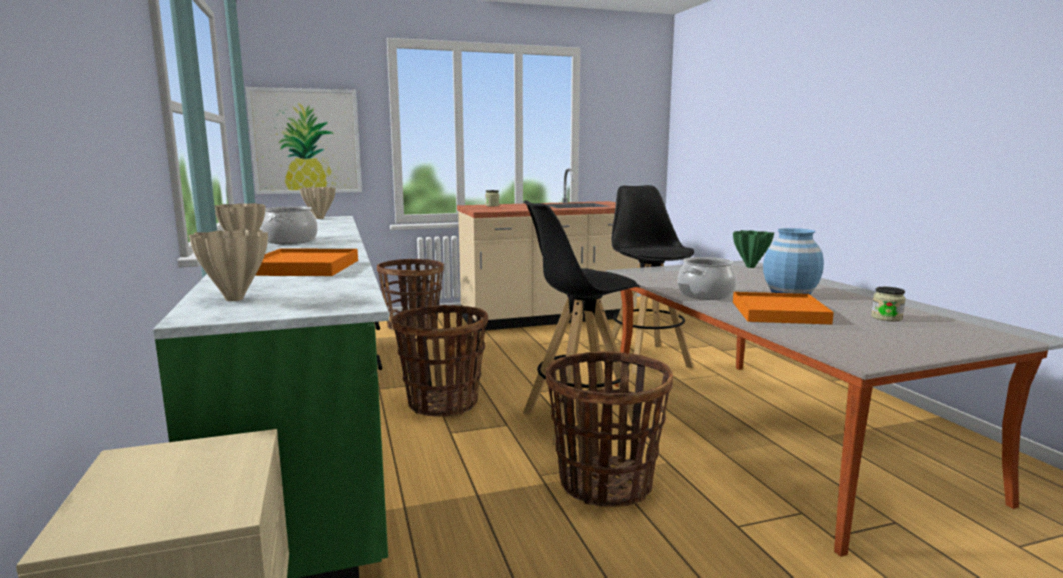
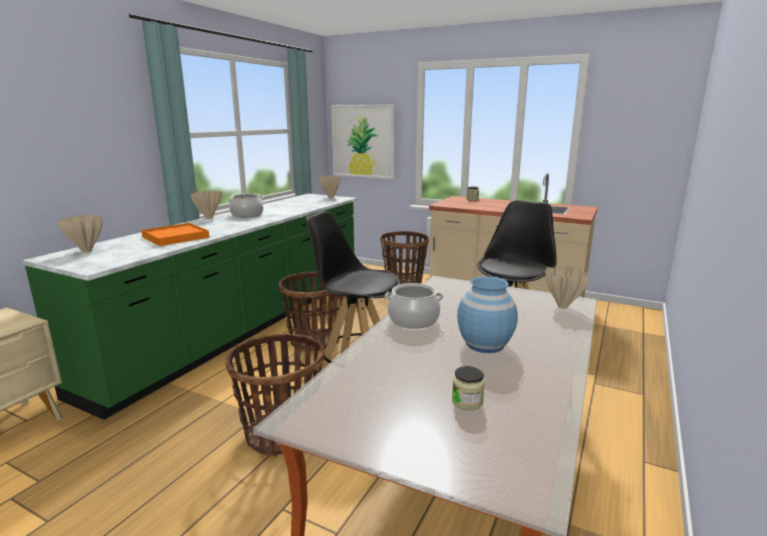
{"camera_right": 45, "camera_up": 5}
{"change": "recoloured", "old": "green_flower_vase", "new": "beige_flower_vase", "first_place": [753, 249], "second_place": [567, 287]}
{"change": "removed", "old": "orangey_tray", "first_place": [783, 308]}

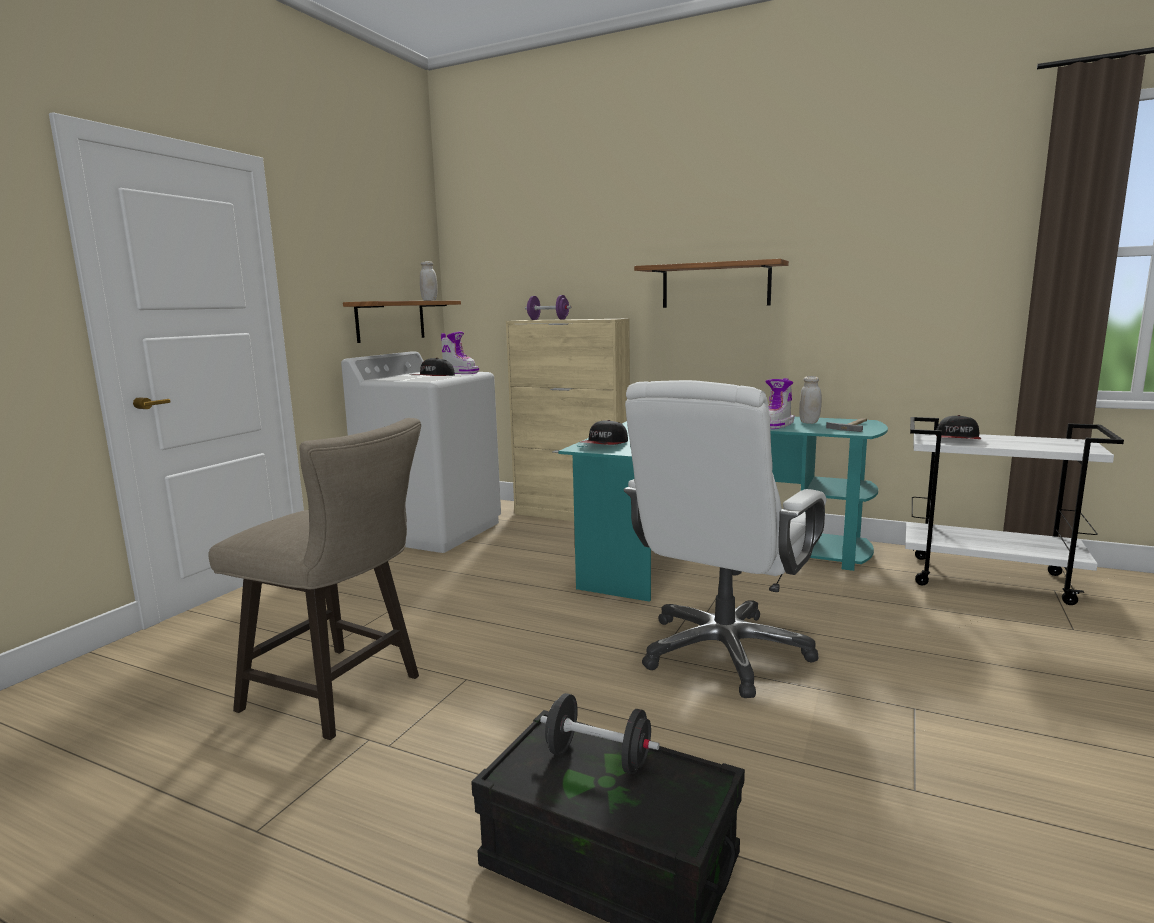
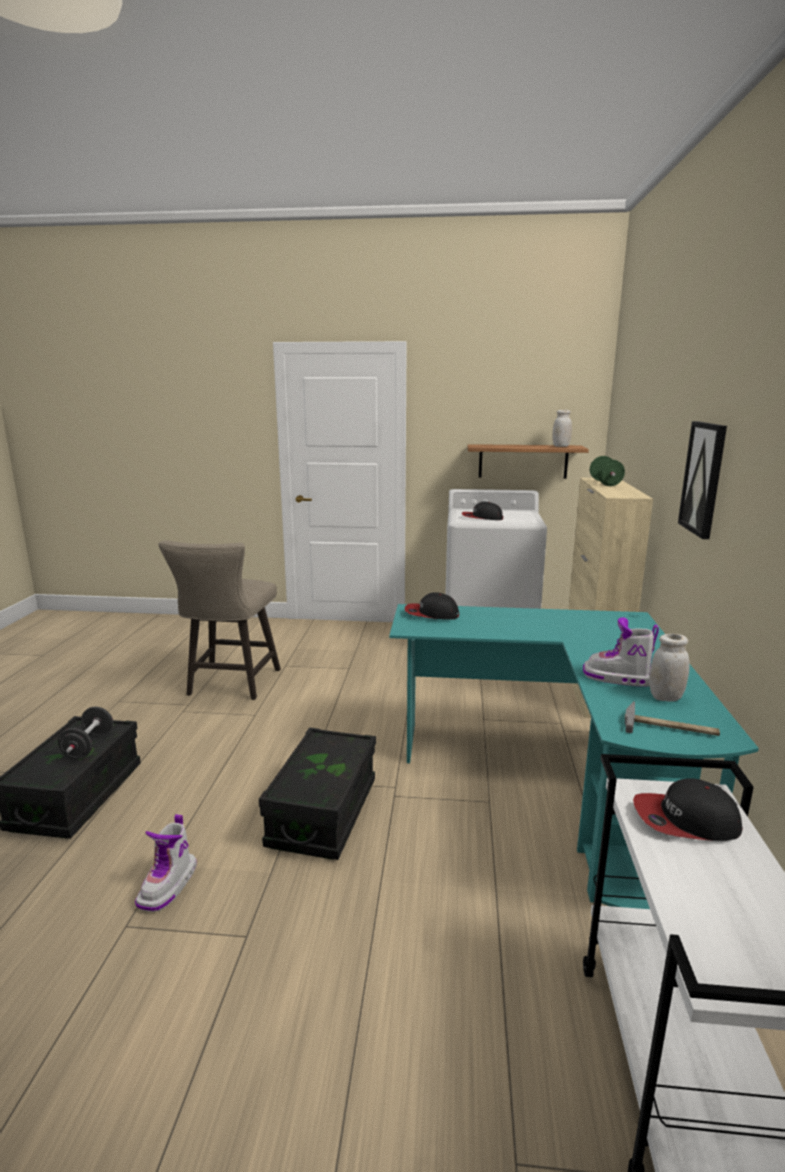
{"camera_right": 70, "camera_up": 5}
{"change": "moved", "old": "high-top_boot", "first_place": [460, 353], "second_place": [166, 863]}
{"change": "recoloured", "old": "purplish_dumbbell", "new": "green_dumbbell", "first_place": [548, 307], "second_place": [607, 471]}
{"change": "replaced", "old": "white-coloured_office_chair", "new": "black_storage_bin", "first_place": [724, 539], "second_place": [317, 793]}
{"change": "replaced", "old": "bracket_shelf", "new": "wall_picture", "first_place": [711, 283], "second_place": [702, 480]}

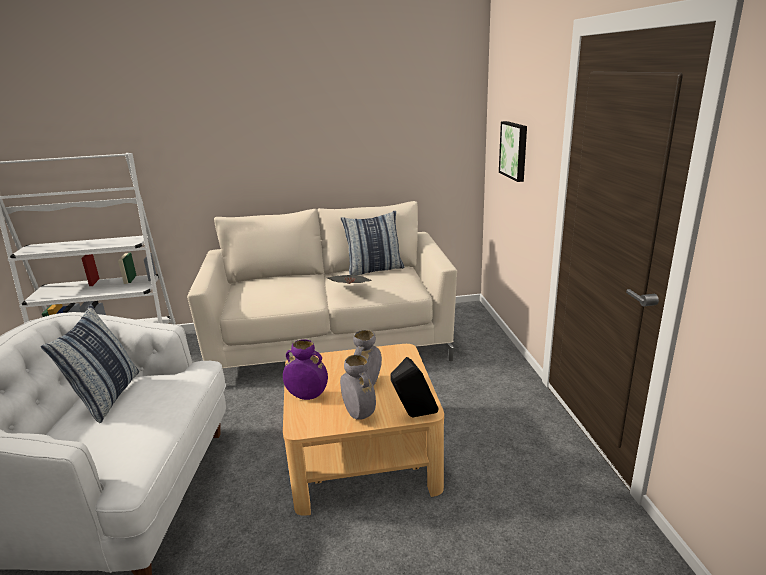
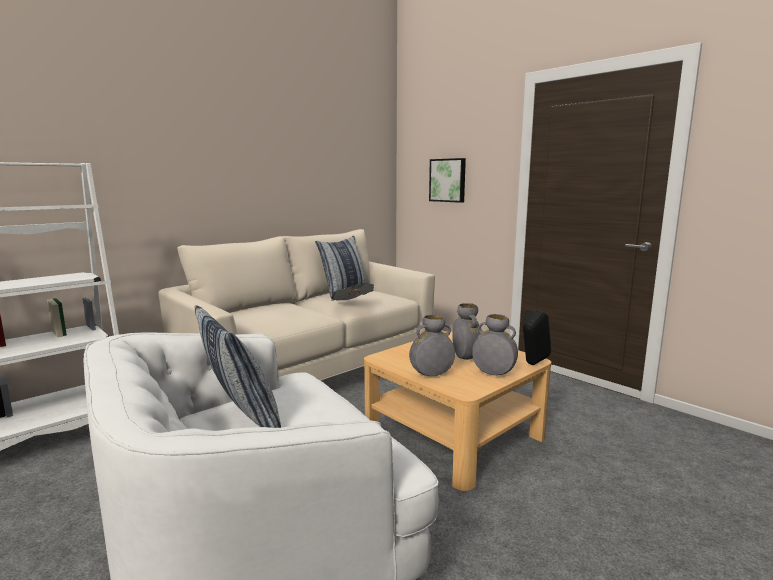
{"camera_right": -35, "camera_up": -10}
{"change": "recoloured", "old": "purplish_flower_vase", "new": "greyish_flower_vase", "first_place": [305, 369], "second_place": [432, 345]}

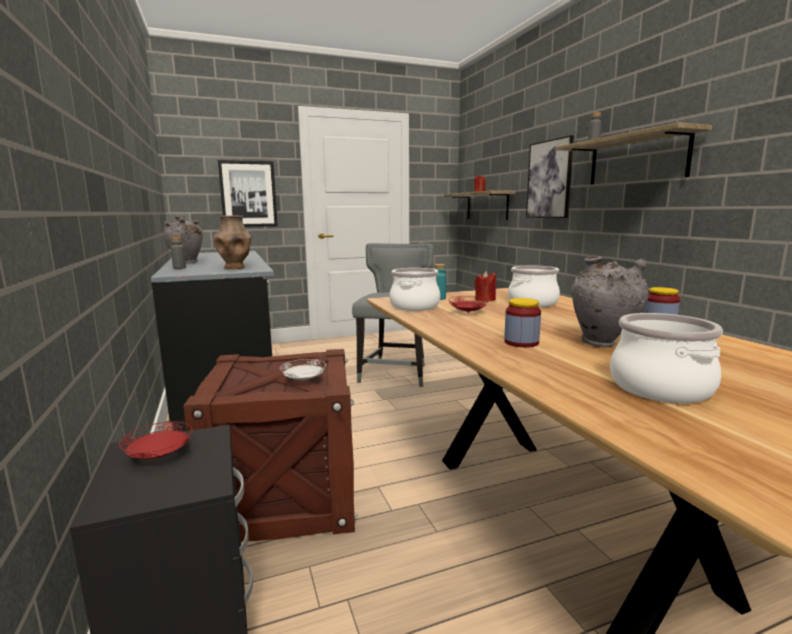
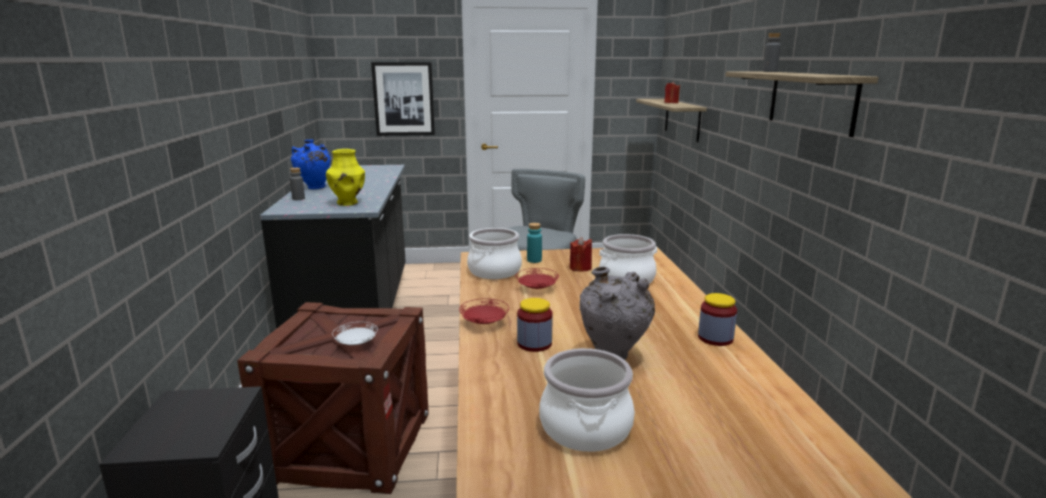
{"camera_right": 15, "camera_up": 5}
{"change": "moved", "old": "red_dinner_plate", "first_place": [155, 440], "second_place": [484, 311]}
{"change": "recoloured", "old": "greyish_flower_vase", "new": "bluish_flower_vase", "first_place": [183, 240], "second_place": [311, 164]}
{"change": "recoloured", "old": "brown-coloured_flower_vase", "new": "yellow-coloured_flower_vase", "first_place": [232, 242], "second_place": [345, 177]}
{"change": "removed", "old": "wall_picture", "first_place": [550, 176]}

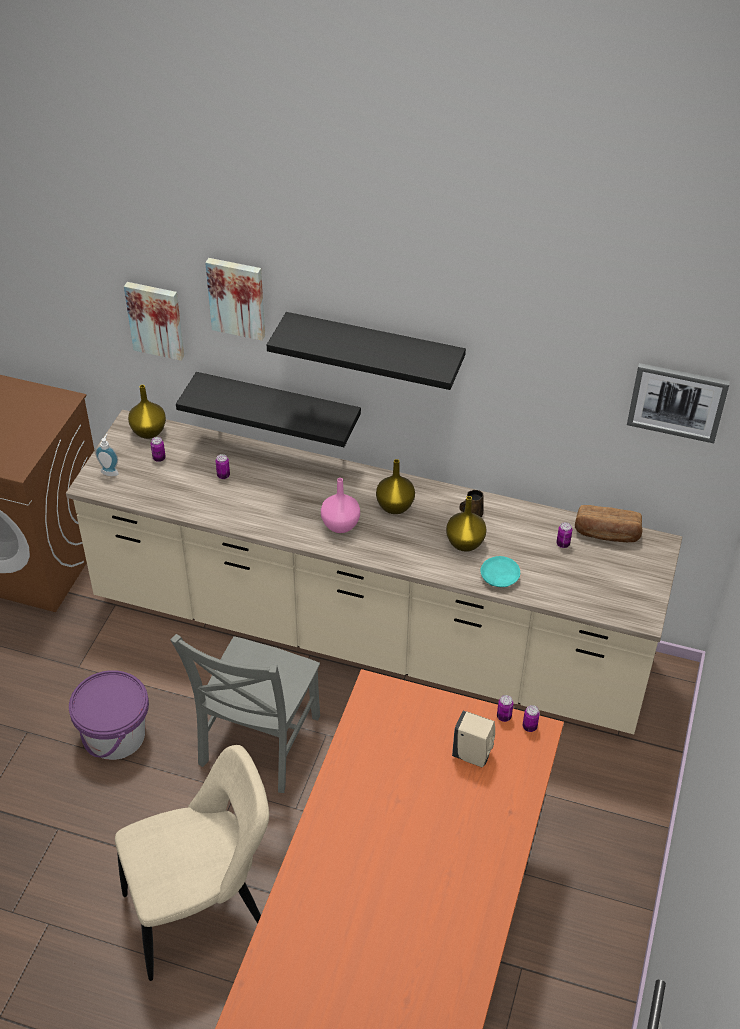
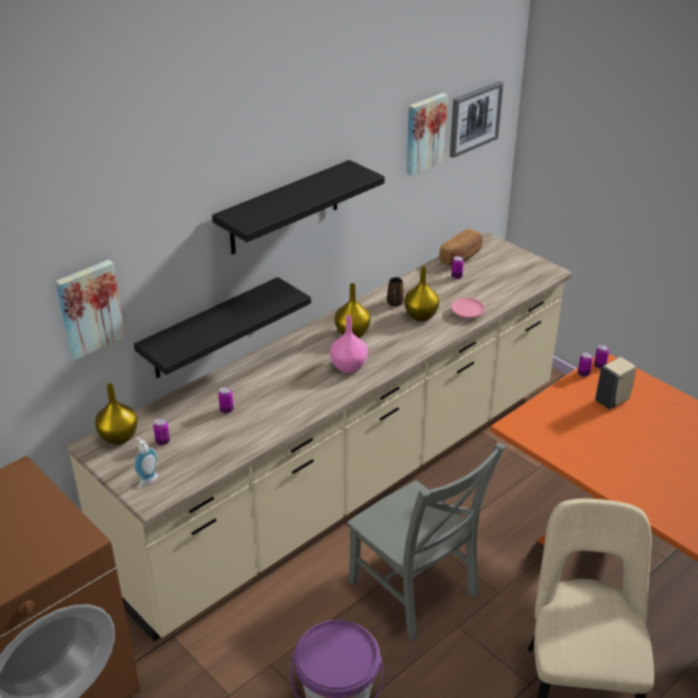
{"camera_right": -60, "camera_up": -10}
{"change": "moved", "old": "wall_picture", "first_place": [235, 299], "second_place": [427, 134]}
{"change": "recoloured", "old": "turquoise-coloured_dinner_plate", "new": "pink_dinner_plate", "first_place": [500, 571], "second_place": [468, 308]}

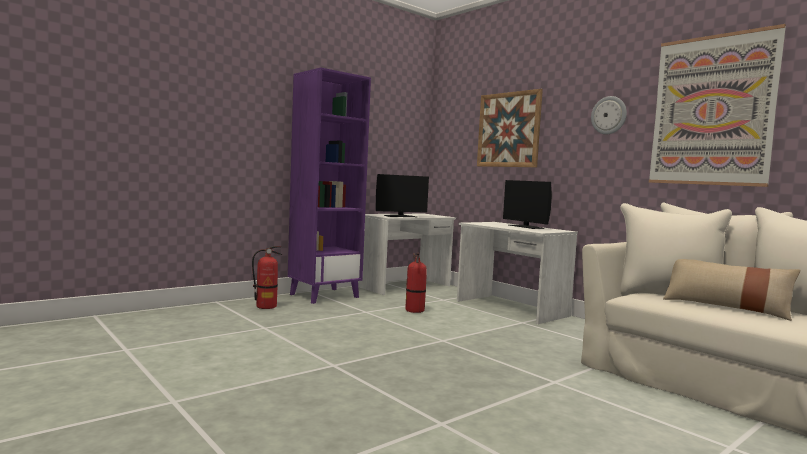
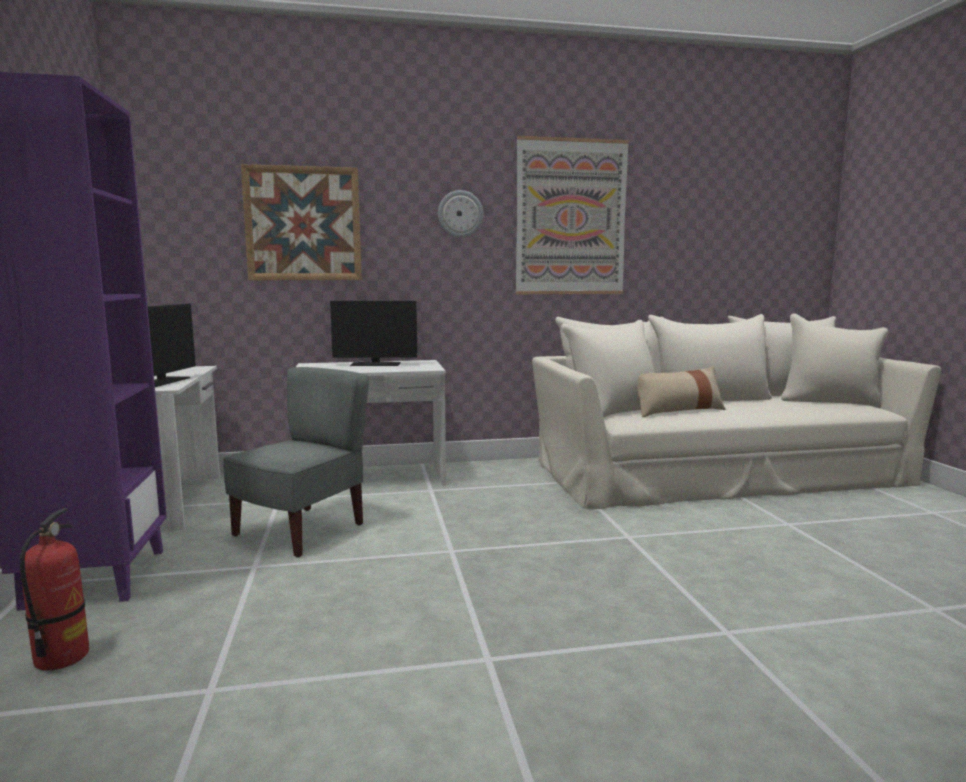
{"camera_right": -60, "camera_up": 5}
{"change": "replaced", "old": "fire_extinguisher", "new": "greyish_plain_chair", "first_place": [416, 282], "second_place": [296, 462]}

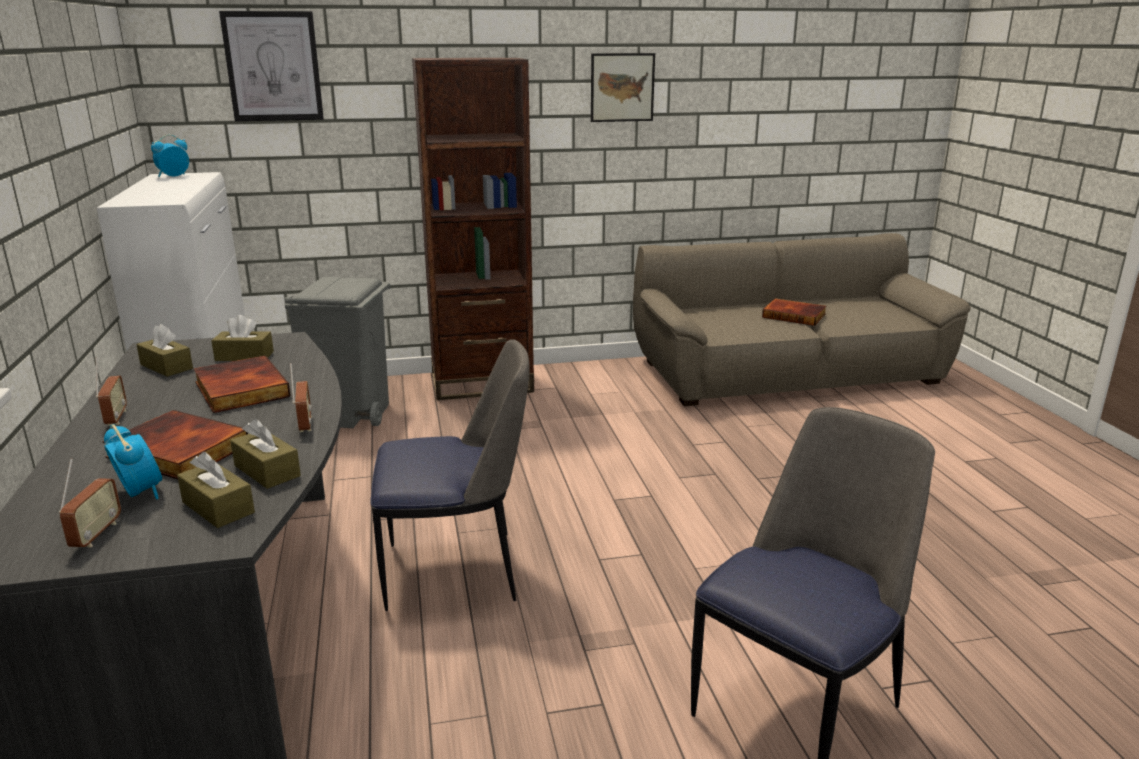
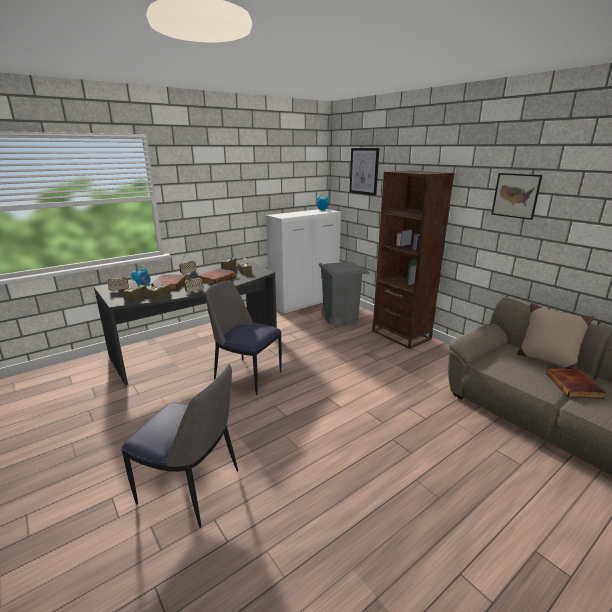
{"camera_right": 65, "camera_up": 0}
{"change": "turned", "old": "plain_chair", "first_place": [450, 475], "second_place": [243, 338], "degrees": 150}
{"change": "added", "new": "beige_throw_pillow", "second_place": [555, 336]}

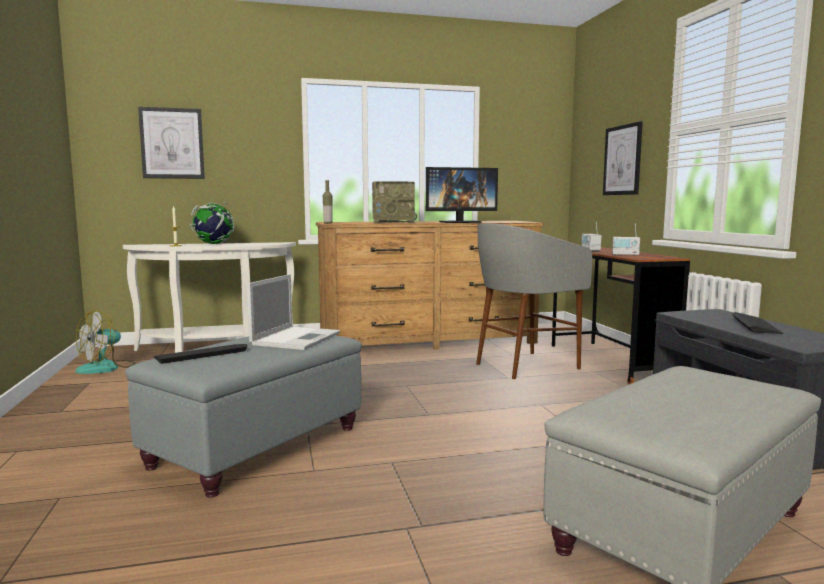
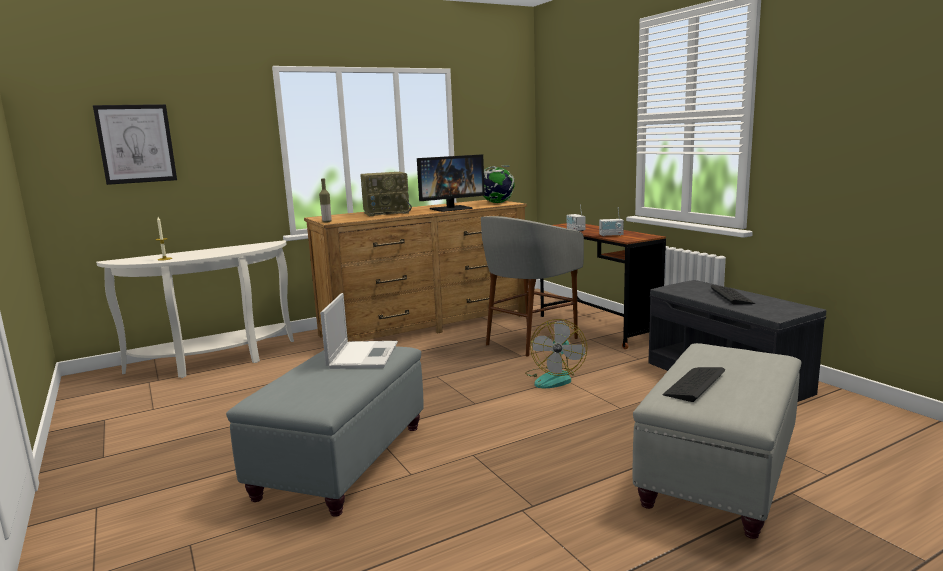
{"camera_right": -15, "camera_up": 5}
{"change": "moved", "old": "fan", "first_place": [105, 342], "second_place": [556, 353]}
{"change": "moved", "old": "PC_keyboard", "first_place": [200, 354], "second_place": [693, 384]}
{"change": "moved", "old": "desk_globe", "first_place": [212, 223], "second_place": [499, 184]}
{"change": "removed", "old": "wall_picture", "first_place": [623, 158]}

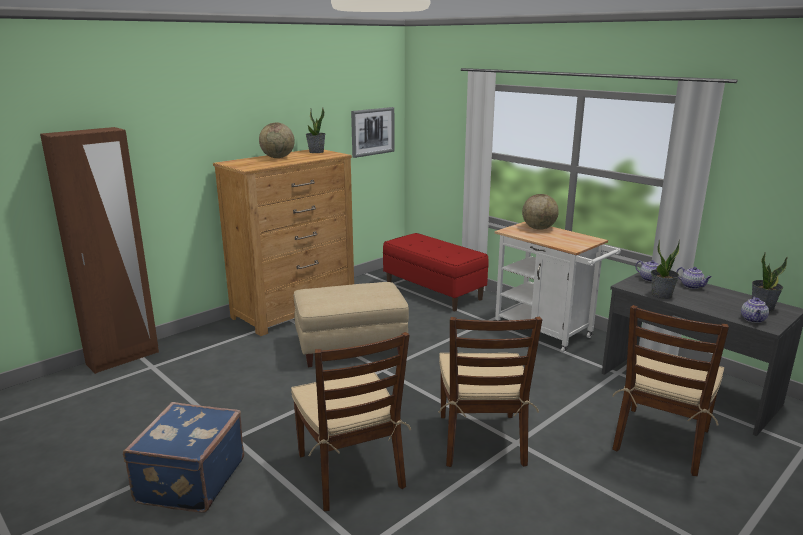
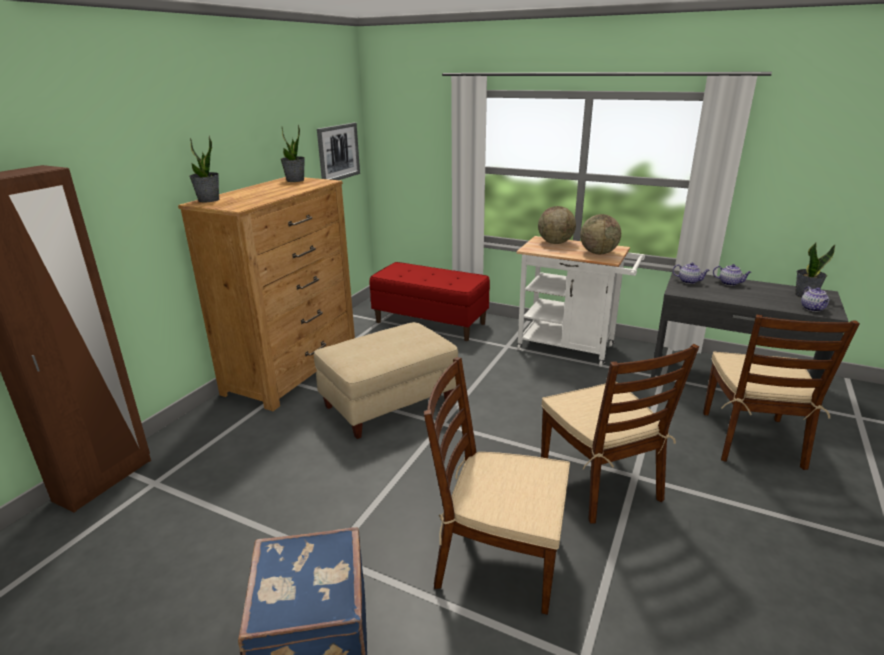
{"camera_right": -20, "camera_up": 5}
{"change": "moved", "old": "desk_globe", "first_place": [277, 140], "second_place": [600, 234]}
{"change": "turned", "old": "brown-coloured_plain_chair", "first_place": [351, 421], "second_place": [497, 486], "degrees": 150}
{"change": "moved", "old": "houseplant", "first_place": [665, 269], "second_place": [204, 168]}

